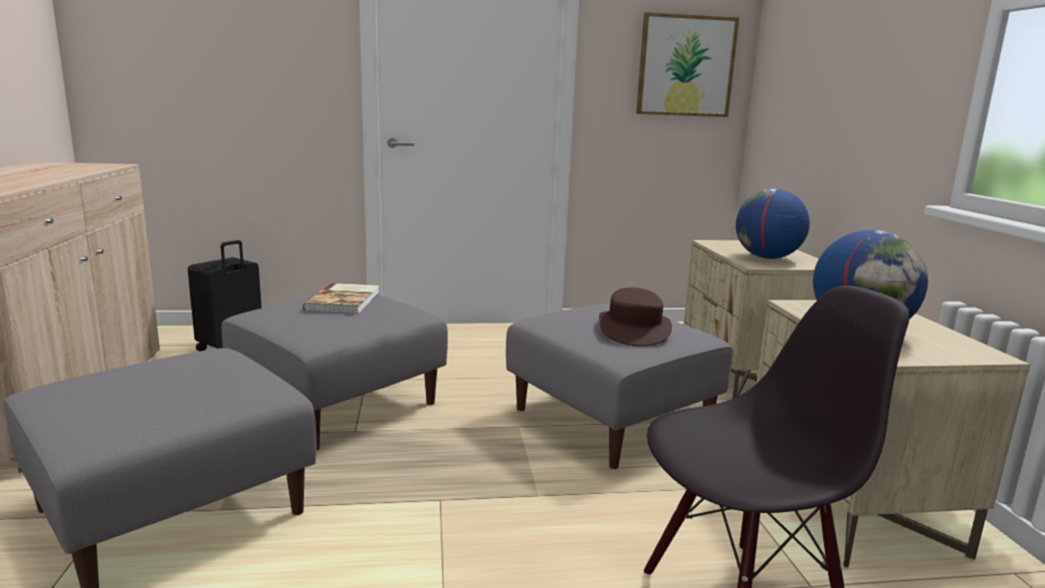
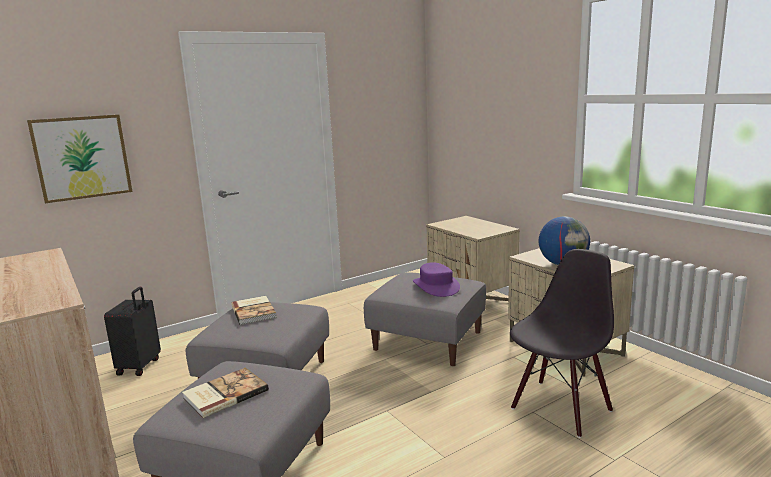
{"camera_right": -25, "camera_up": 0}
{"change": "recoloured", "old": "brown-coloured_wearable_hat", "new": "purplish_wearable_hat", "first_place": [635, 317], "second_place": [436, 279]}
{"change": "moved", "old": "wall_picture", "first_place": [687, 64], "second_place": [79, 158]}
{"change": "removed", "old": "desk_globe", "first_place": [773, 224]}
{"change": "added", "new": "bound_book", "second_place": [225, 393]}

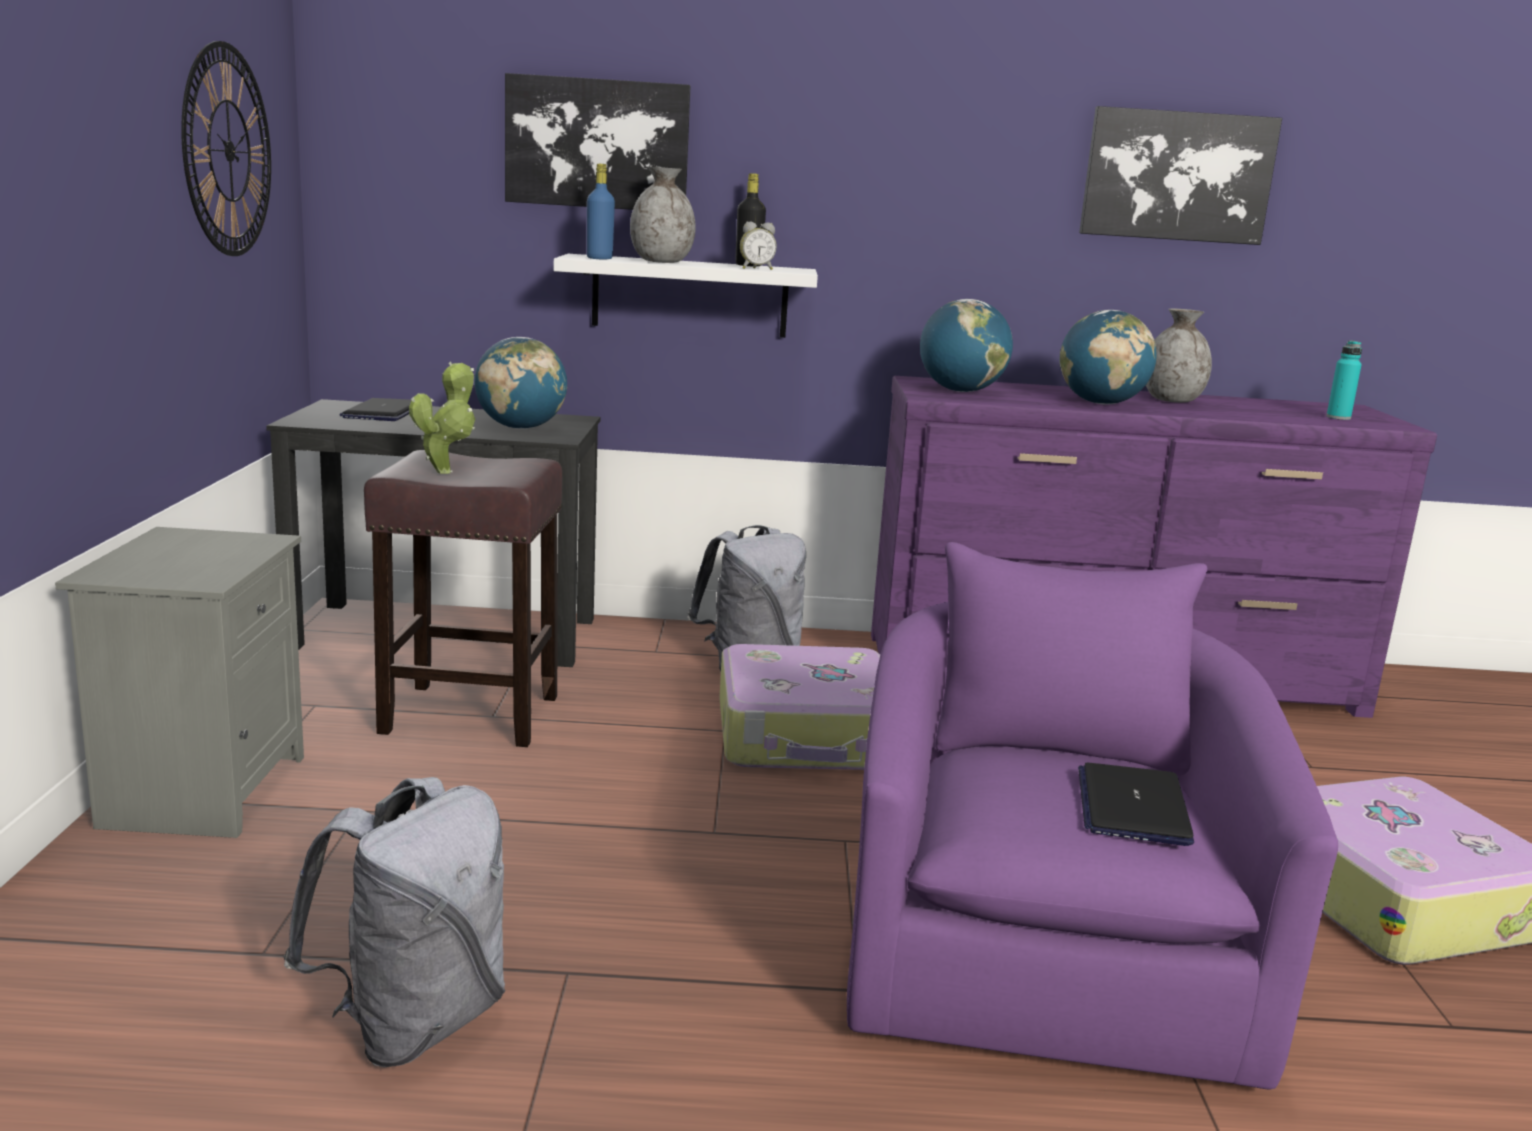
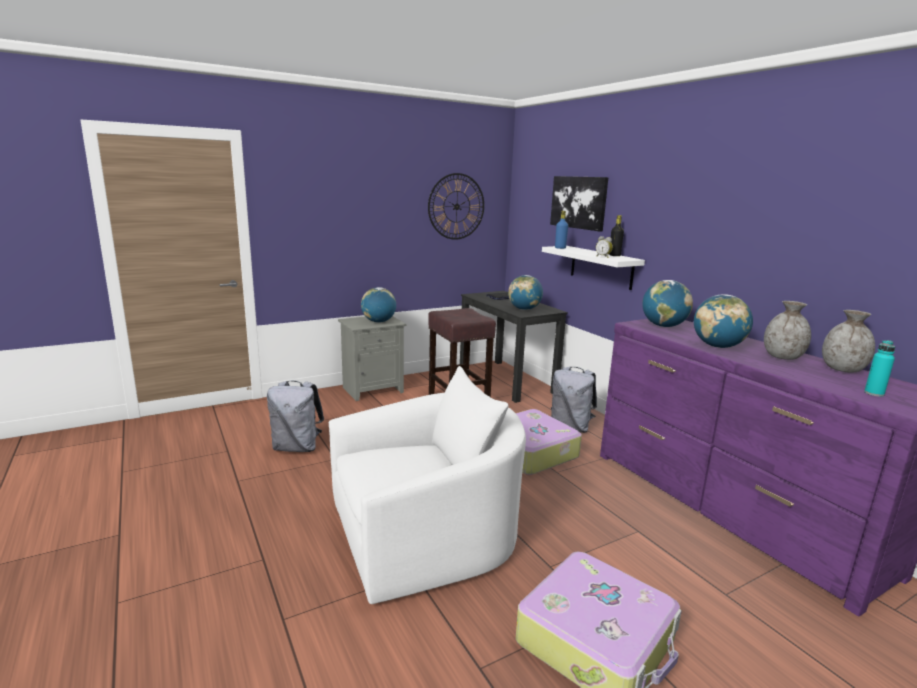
{"camera_right": 60, "camera_up": 0}
{"change": "removed", "old": "houseplant", "first_place": [442, 417]}
{"change": "moved", "old": "greyish_flower_vase", "first_place": [663, 215], "second_place": [848, 341]}
{"change": "recoloured", "old": "purplish_easy_chair", "new": "white-coloured_easy_chair", "first_place": [1092, 816], "second_place": [427, 485]}
{"change": "removed", "old": "laptop", "first_place": [1136, 804]}
{"change": "removed", "old": "wall_picture", "first_place": [1180, 175]}
{"change": "added", "new": "desk_globe", "second_place": [378, 305]}

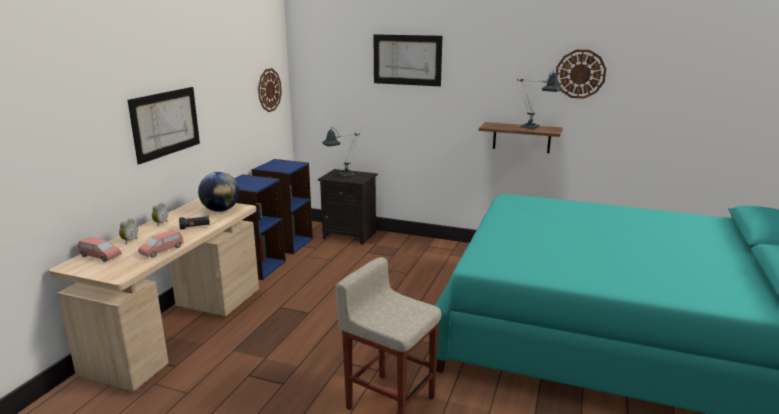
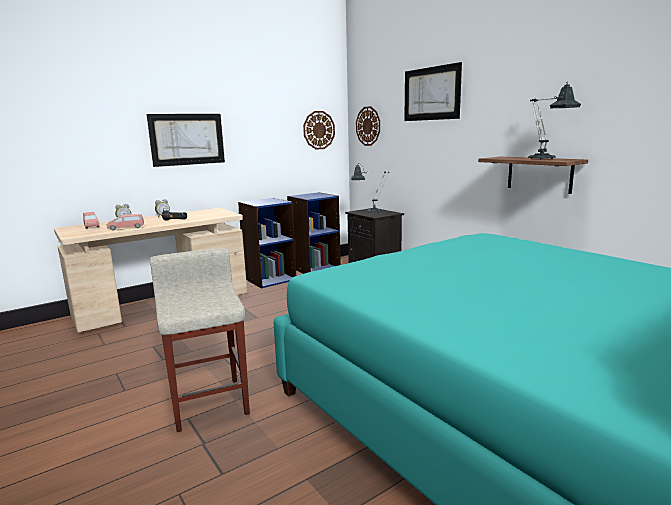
{"camera_right": 35, "camera_up": -5}
{"change": "removed", "old": "desk_globe", "first_place": [219, 192]}
{"change": "moved", "old": "wall_clock", "first_place": [581, 74], "second_place": [368, 126]}

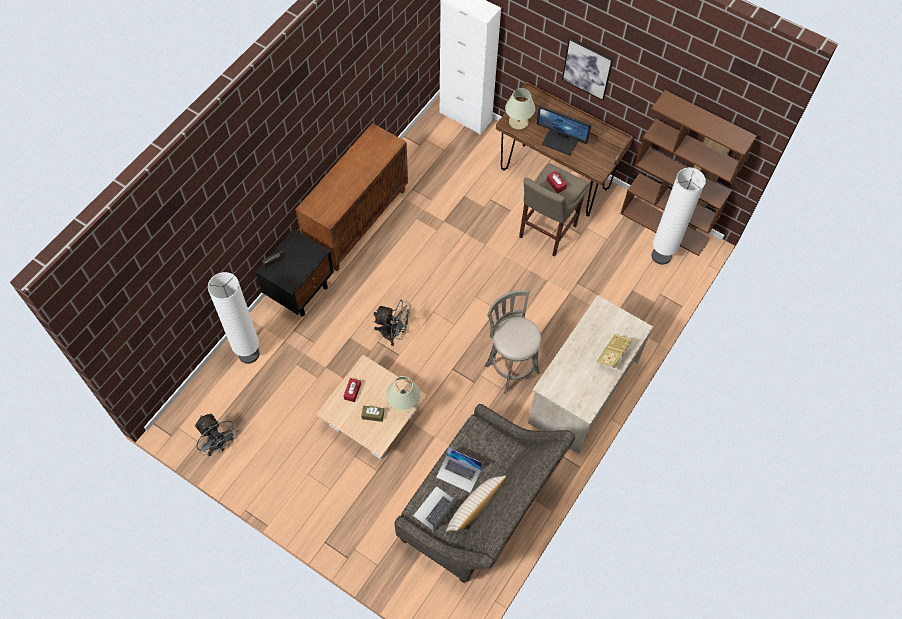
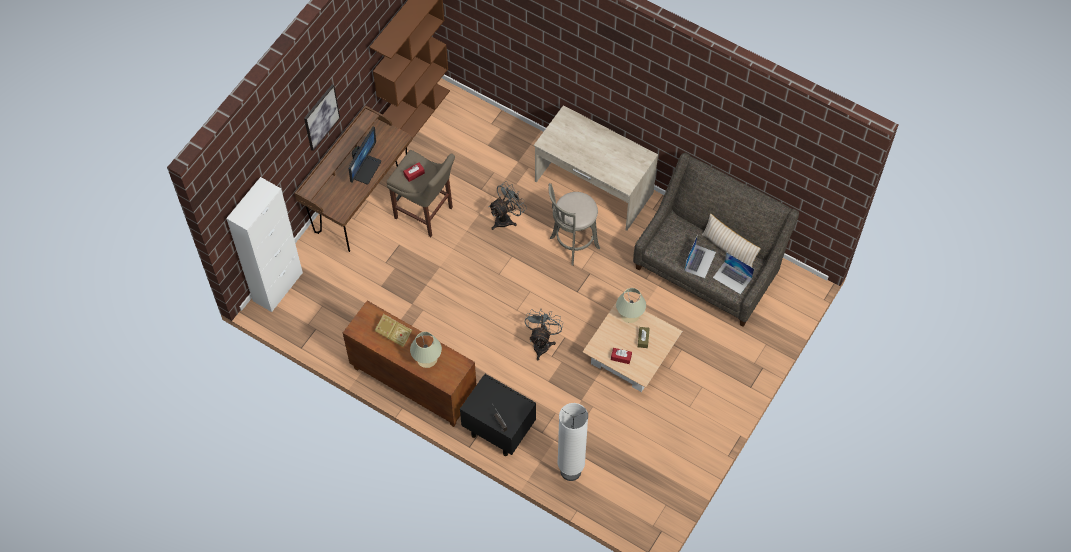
{"camera_right": -90, "camera_up": 0}
{"change": "moved", "old": "greyish_fan", "first_place": [216, 435], "second_place": [508, 205]}
{"change": "moved", "old": "beige_tabletop_lamp", "first_place": [520, 109], "second_place": [426, 350]}
{"change": "moved", "old": "bound_book", "first_place": [614, 352], "second_place": [393, 330]}
{"change": "removed", "old": "white-coloured_standing_lamp", "first_place": [678, 216]}

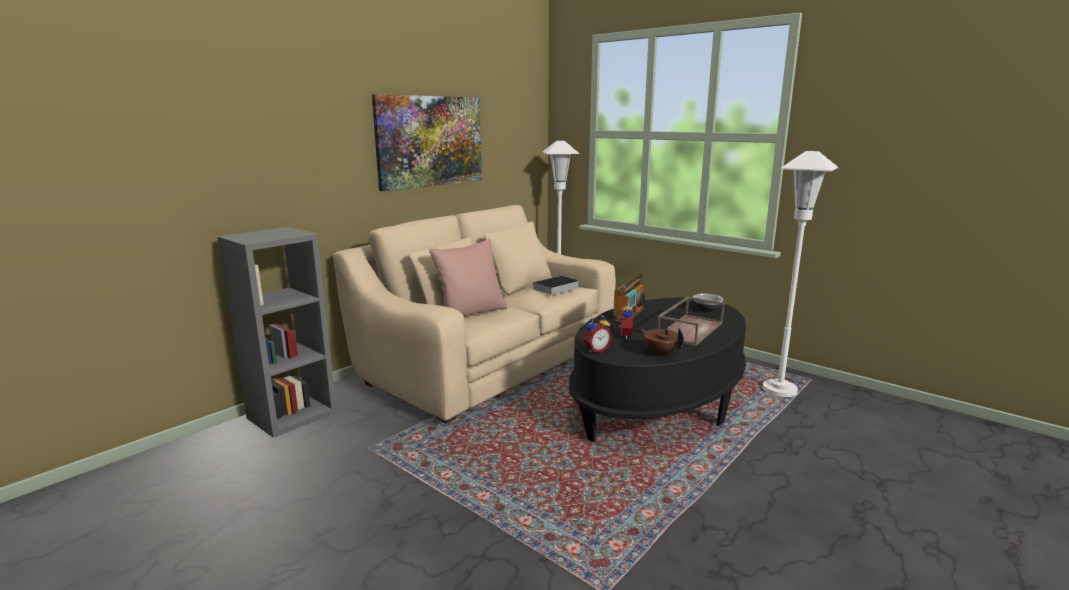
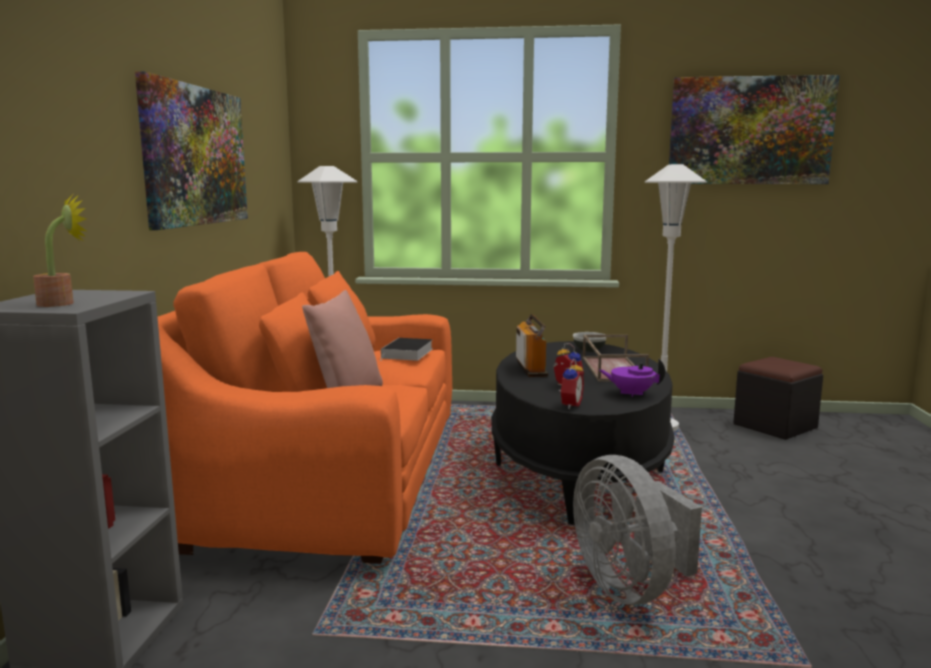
{"camera_right": -35, "camera_up": -5}
{"change": "recoloured", "old": "beige_couch", "new": "orangey_couch", "first_place": [474, 314], "second_place": [305, 408]}
{"change": "recoloured", "old": "brown-coloured_tea_pot", "new": "purplish_tea_pot", "first_place": [662, 342], "second_place": [632, 377]}
{"change": "added", "new": "houseplant", "second_place": [59, 250]}
{"change": "added", "new": "greyish_fan", "second_place": [637, 530]}
{"change": "added", "new": "wall_picture", "second_place": [754, 129]}
{"change": "added", "new": "black_ottoman", "second_place": [778, 398]}

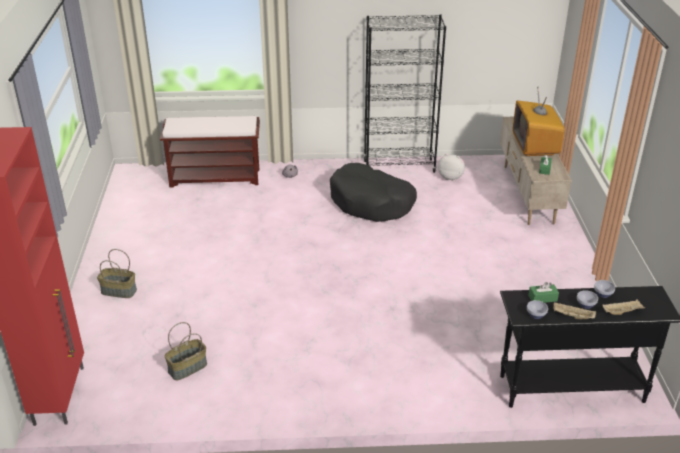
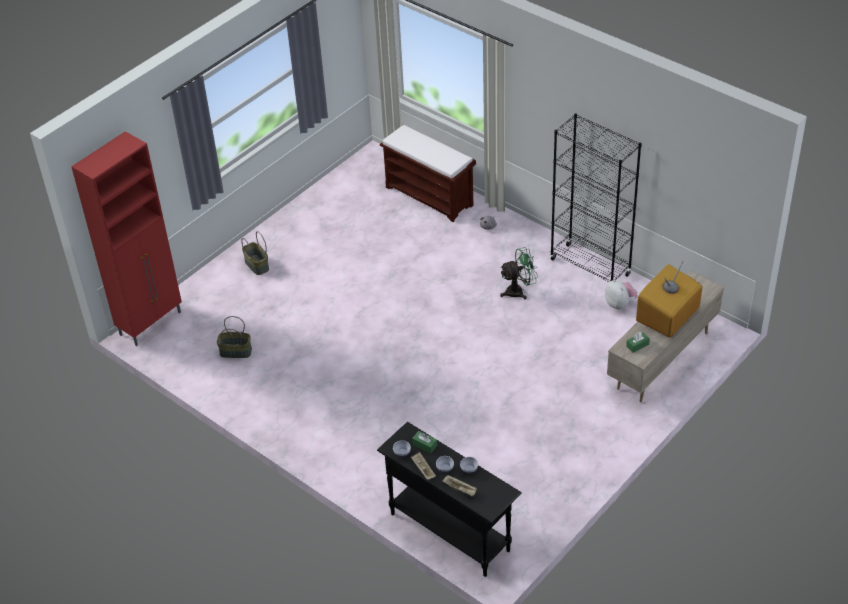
{"camera_right": 45, "camera_up": 10}
{"change": "replaced", "old": "black_dog_bed", "new": "green_fan", "first_place": [373, 192], "second_place": [519, 273]}

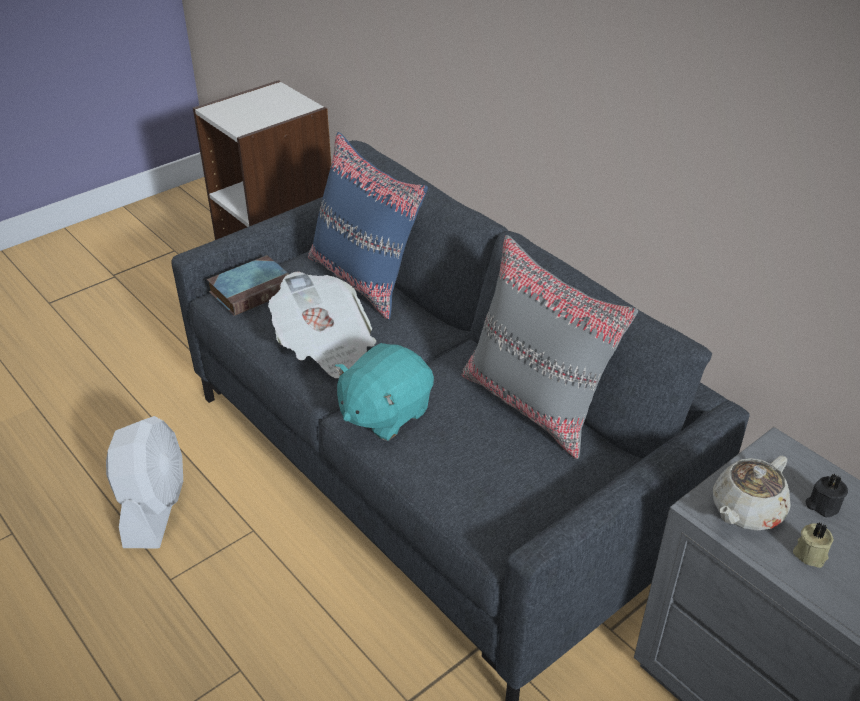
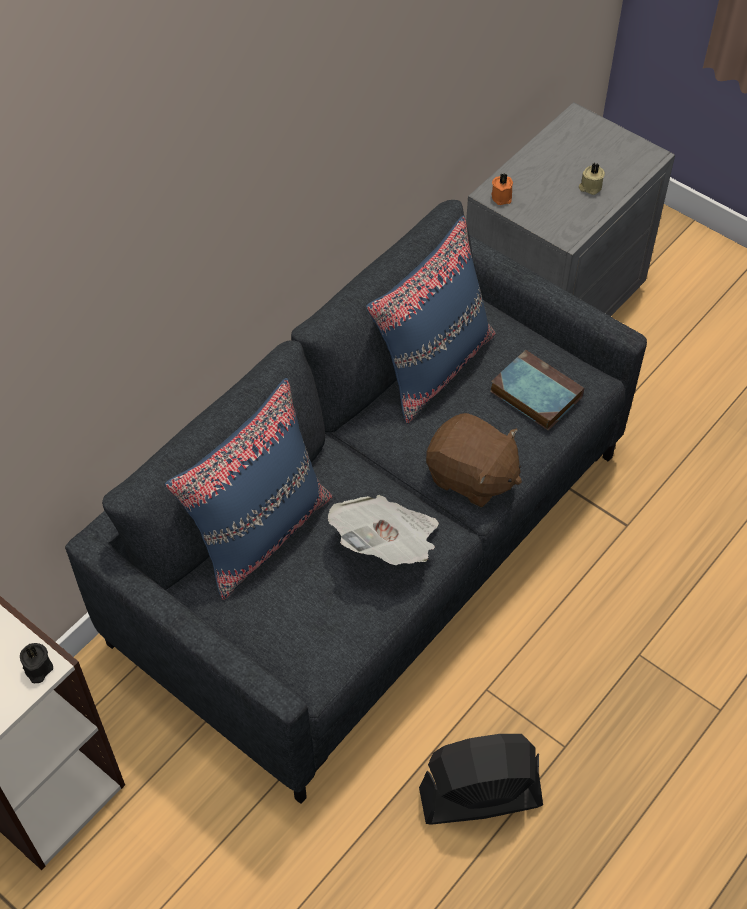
{"camera_right": -100, "camera_up": 15}
{"change": "recoloured", "old": "white-coloured_fan", "new": "black_fan", "first_place": [144, 482], "second_place": [481, 779]}
{"change": "moved", "old": "bound_book", "first_place": [248, 285], "second_place": [537, 390]}
{"change": "recoloured", "old": "turquoise-coloured_cuddly_toy", "new": "brown-coloured_cuddly_toy", "first_place": [384, 392], "second_place": [474, 460]}
{"change": "recoloured", "old": "greyish_throw_pillow", "new": "bluish_throw_pillow", "first_place": [549, 347], "second_place": [431, 319]}
{"change": "removed", "old": "beige_tea_pot", "first_place": [751, 493]}
{"change": "moved", "old": "black_wax_candle", "first_place": [827, 495], "second_place": [36, 663]}
{"change": "added", "new": "orangey_wax_candle", "second_place": [502, 189]}

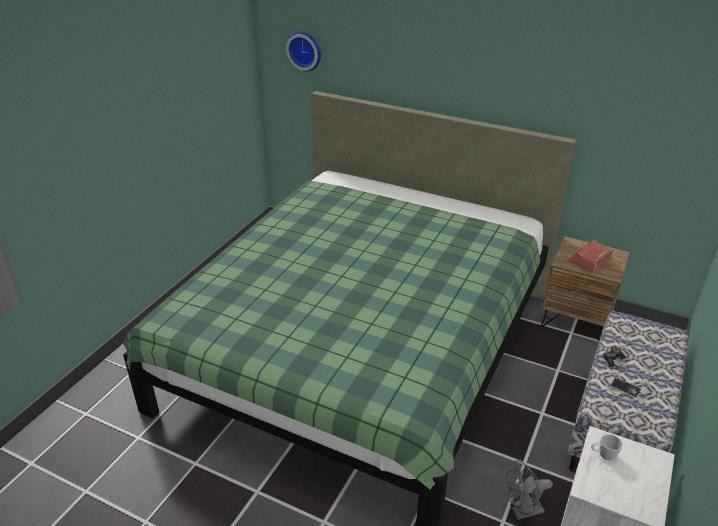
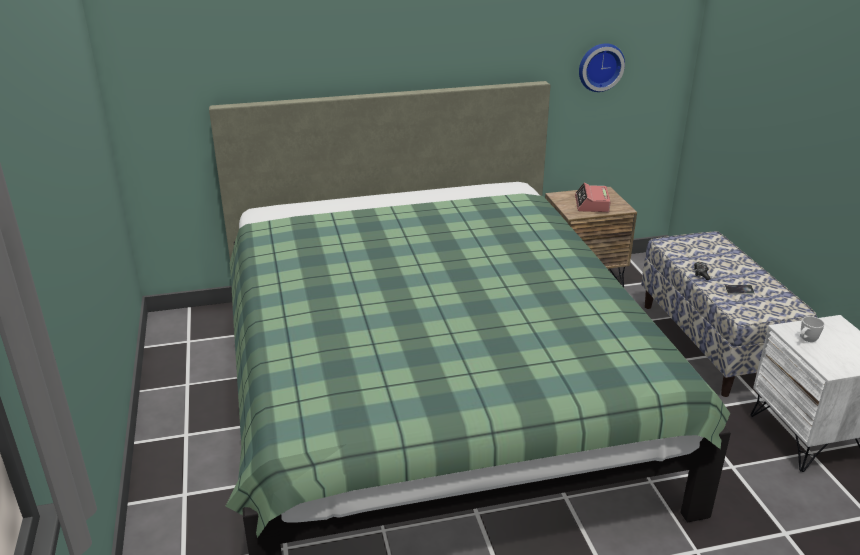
{"camera_right": -40, "camera_up": -5}
{"change": "moved", "old": "wall_clock", "first_place": [303, 51], "second_place": [602, 67]}
{"change": "removed", "old": "greyish_fan", "first_place": [529, 490]}

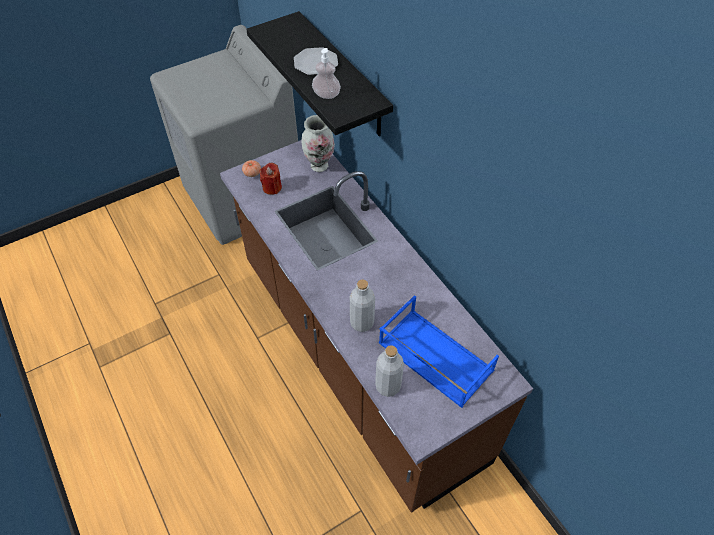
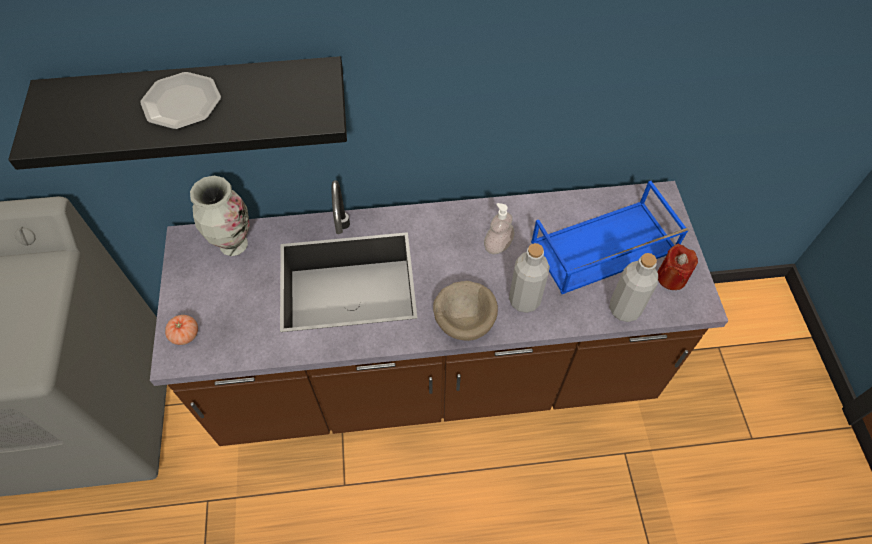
{"camera_right": -65, "camera_up": 5}
{"change": "moved", "old": "red_wax_candle", "first_place": [270, 179], "second_place": [677, 267]}
{"change": "moved", "old": "soap_bottle", "first_place": [326, 73], "second_place": [499, 228]}
{"change": "added", "new": "beige_deep_dish", "second_place": [465, 311]}

